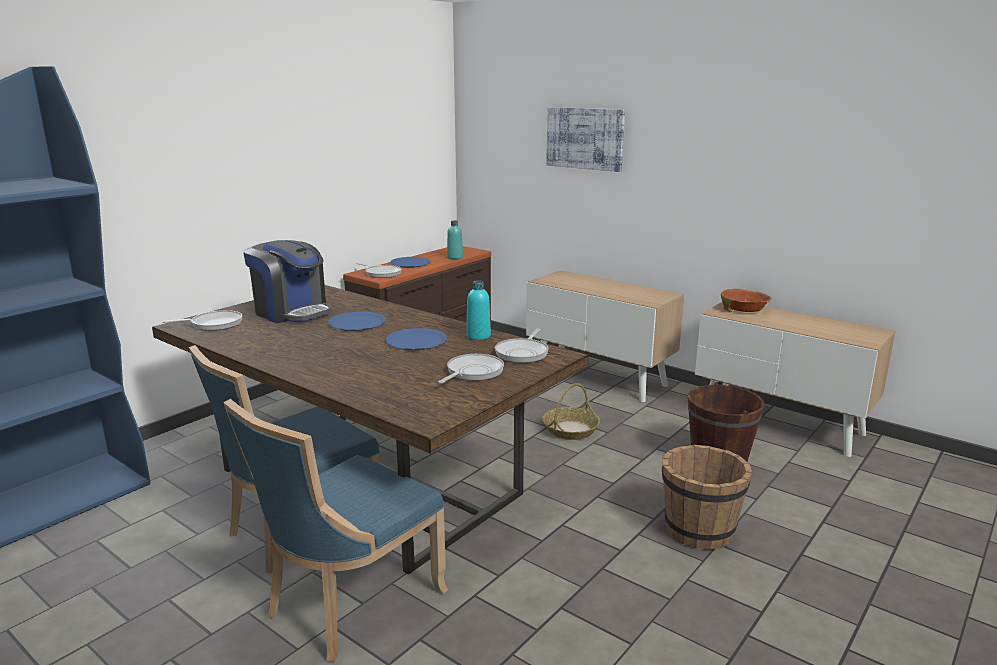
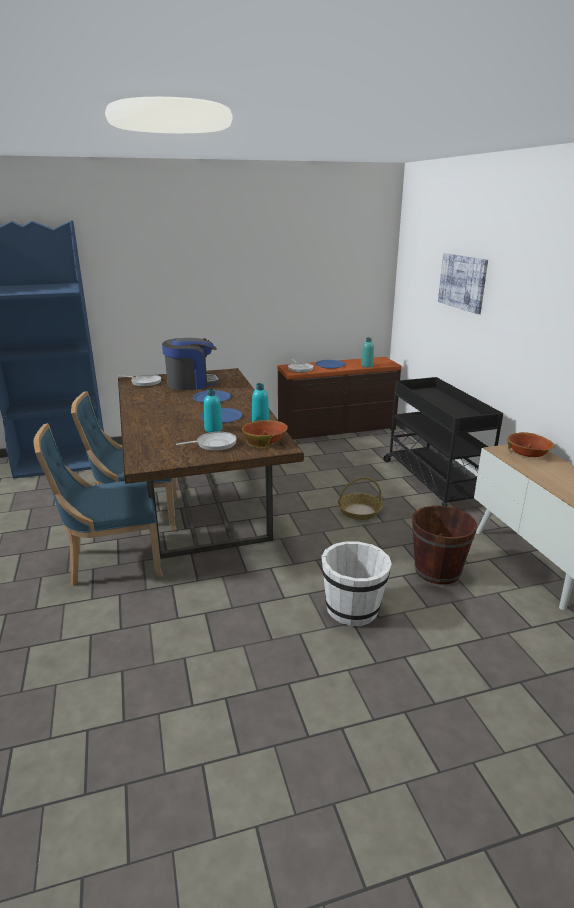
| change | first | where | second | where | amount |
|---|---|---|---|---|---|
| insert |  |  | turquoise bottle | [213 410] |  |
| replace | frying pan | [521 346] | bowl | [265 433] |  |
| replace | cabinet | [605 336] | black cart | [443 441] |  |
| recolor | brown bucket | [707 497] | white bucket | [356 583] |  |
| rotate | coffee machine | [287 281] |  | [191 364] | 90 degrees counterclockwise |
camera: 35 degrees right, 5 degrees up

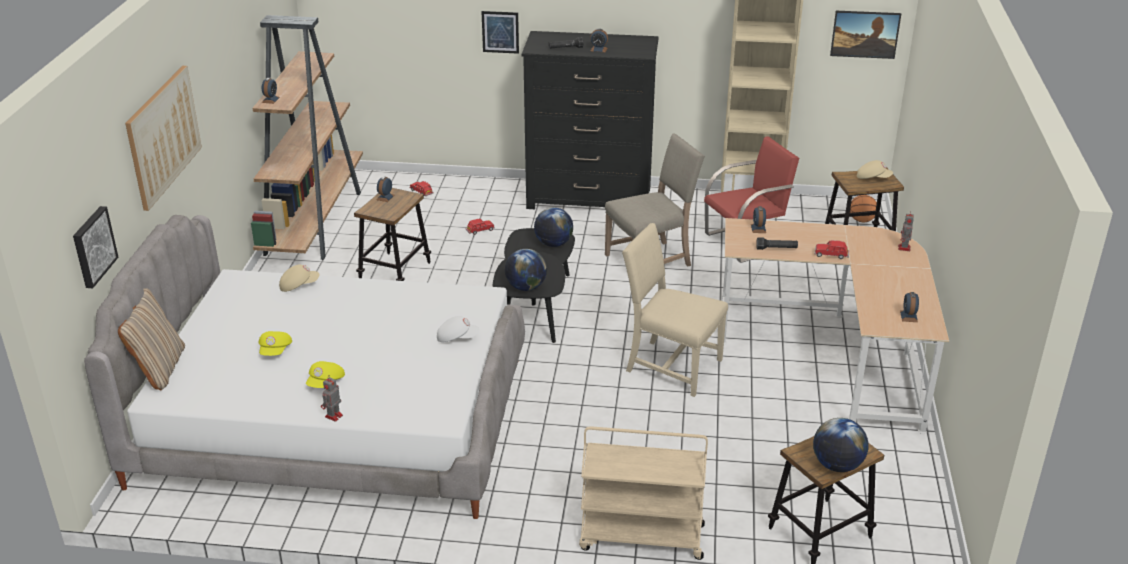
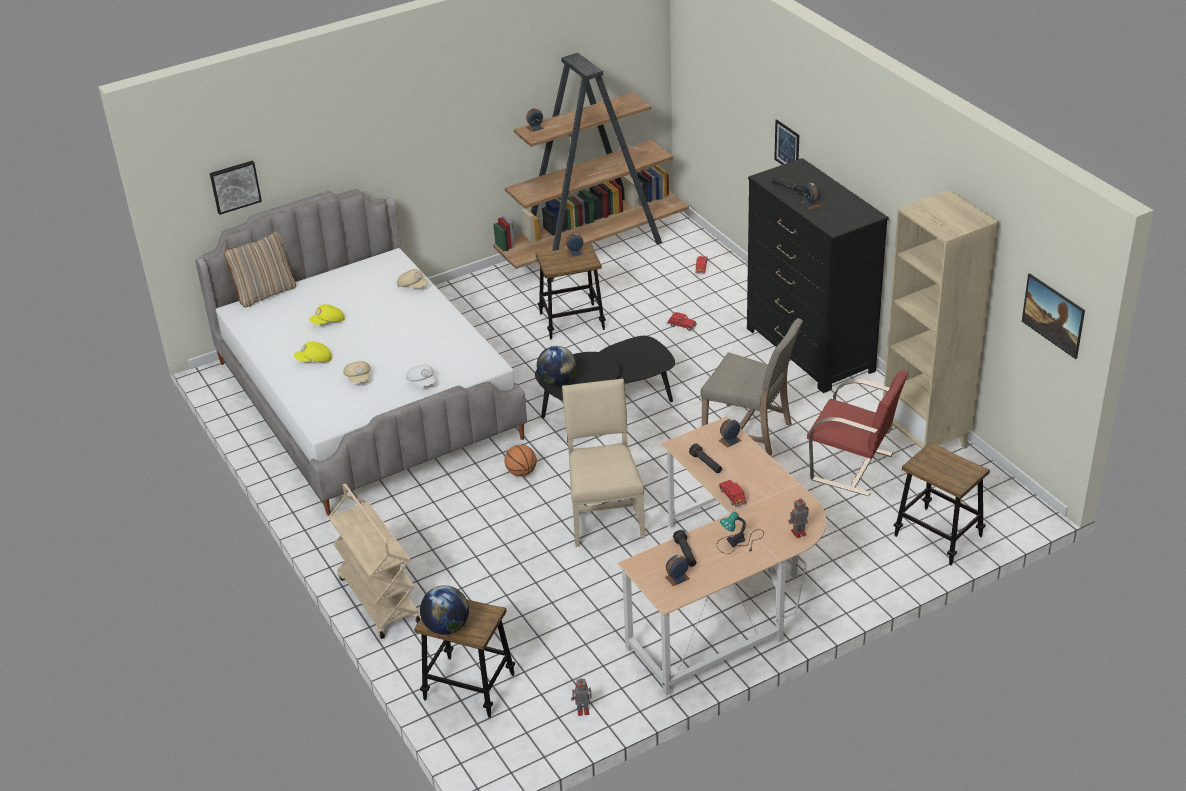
| change | first | where | second | where | amount |
|---|---|---|---|---|---|
| delete | picture | [163 138] |  |  |  |
| delete | globe | [553 227] |  |  |  |
| insert |  |  | black flashlight | [685 548] |  |
| insert |  |  | table lamp | [740 533] |  |
| move | toy robot | [332 398] |  | [581 697] |  |
| move | basketball | [863 208] |  | [520 460] |  |
| move | beige cap | [875 169] |  | [357 372] |  |
camera: 55 degrees right, 5 degrees up

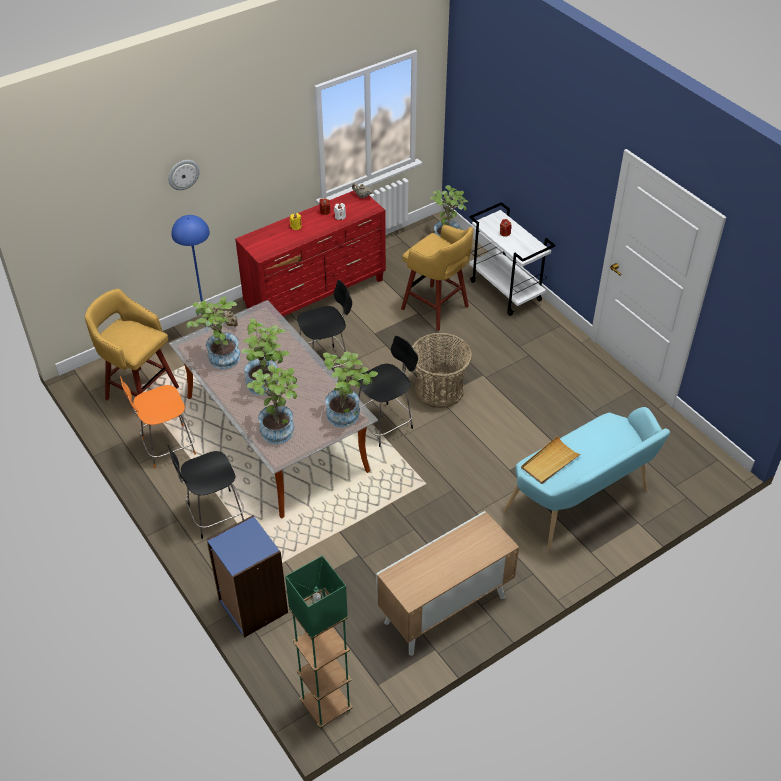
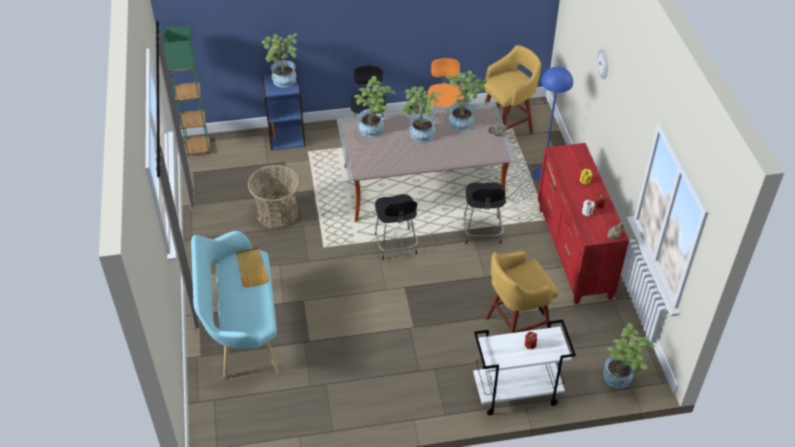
| change | first | where | second | where | amount |
|---|---|---|---|---|---|
| delete | cabinet | [447 583] |  |  |  |
| move | potted plant | [350 389] |  | [279 60] |  |
| move | basket | [442 370] |  | [273 196] |  |
camera: 115 degrees right, 0 degrees up

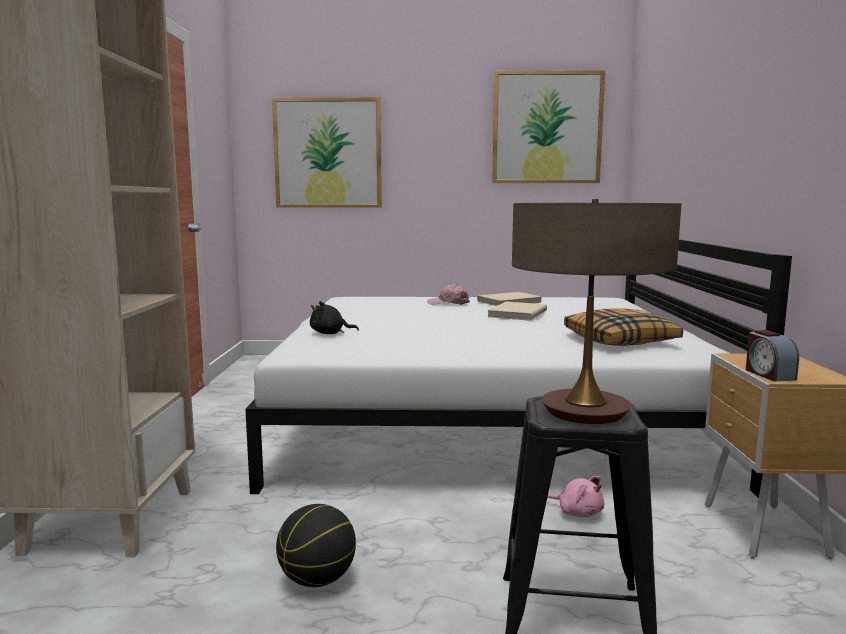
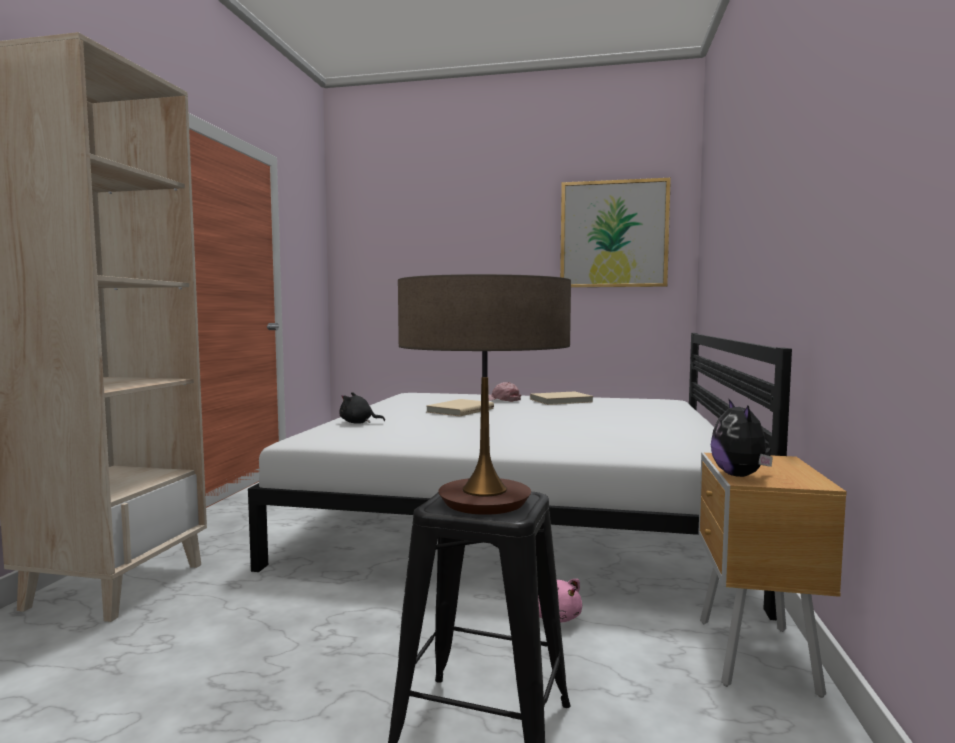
| change | first | where | second | where | amount |
|---|---|---|---|---|---|
| delete | picture | [327 152] |  |  |  |
| delete | basketball | [316 545] |  |  |  |
| delete | pillow | [623 327] |  |  |  |
| move | beige book | [517 311] |  | [460 408] |  |
| replace | alarm clock | [772 356] | plush toy | [742 438] |  |
camera: 10 degrees right, 5 degrees down

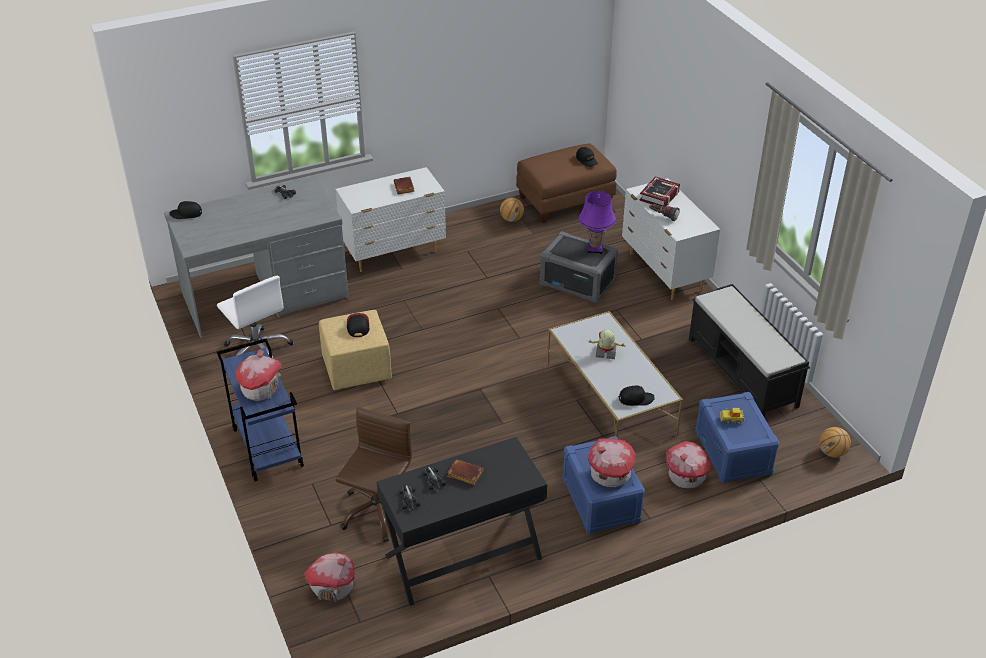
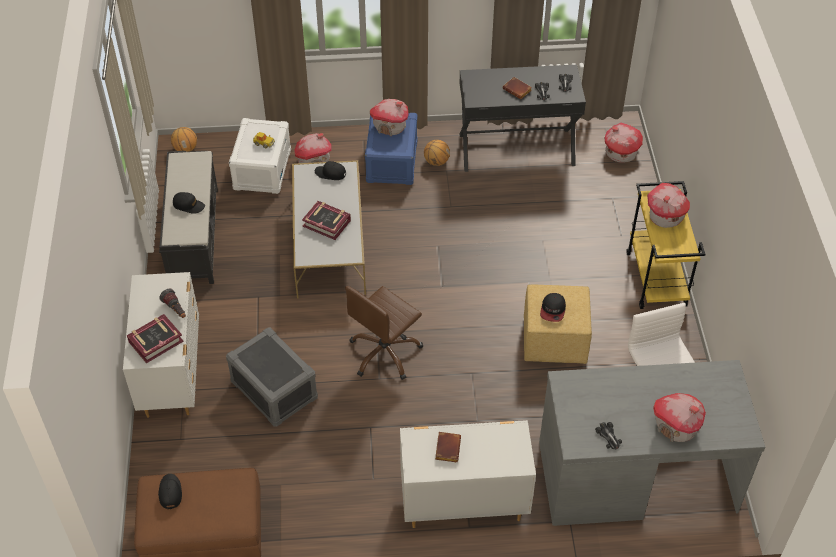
| change | first | where | second | where | amount |
|---|---|---|---|---|---|
| delete | purple table lamp | [597 222] |  |  |  |
| insert |  |  | toy house | [679 417] |  |
| move | black cap | [186 210] |  | [189 203] |  |
| move | brown office chair | [374 475] |  | [384 333] |  |
| move | basketball | [512 210] |  | [437 153] |  |
| replace | toy robot | [606 344] | book | [326 220] |  |
| recolor | blue cart | [260 410] | yellow cart | [665 245] |  |
| recolor | blue storage box | [737 437] | white storage box | [260 156] |  |
camera: 160 degrees left, 10 degrees up

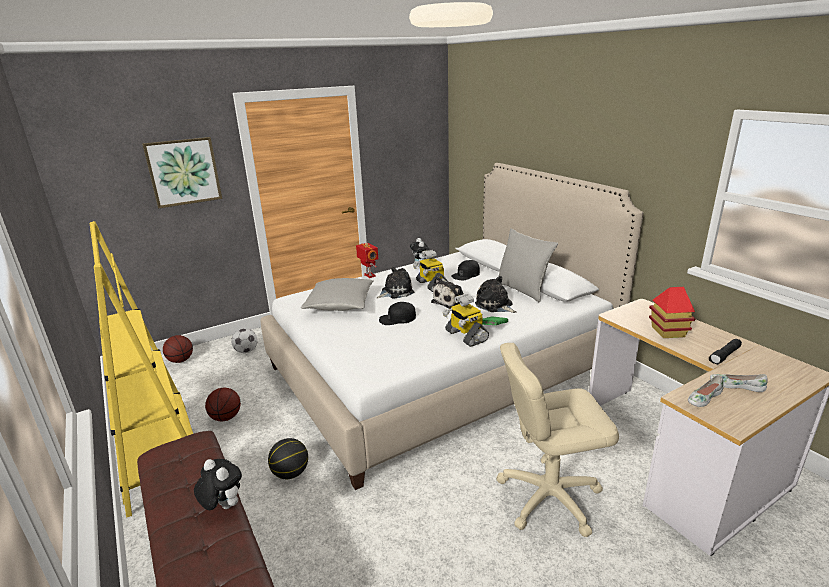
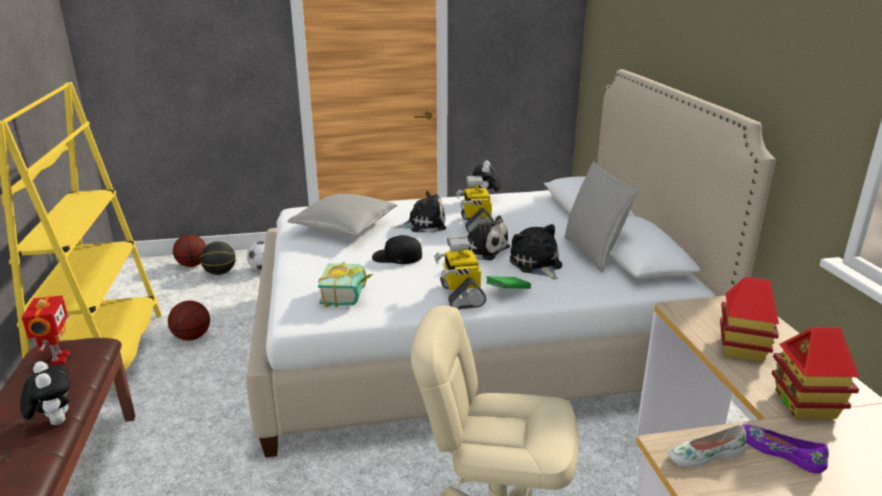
| change | first | where | second | where | amount |
|---|---|---|---|---|---|
| delete | picture | [182 172] |  |  |  |
| delete | black cap | [465 270] |  |  |  |
| insert |  |  | book | [345 285] |  |
| move | basketball | [288 458] |  | [218 258] |  |
| move | toy robot | [367 260] |  | [45 330] |  |
| replace | black flashlight | [725 351] | toy house | [815 373] |  |
| recolor | white shoe | [739 383] | purple shoe | [785 449] |  |
| rotate | plush toy | [447 293] |  | [487 237] | 120 degrees counterclockwise |
camera: 20 degrees right, 0 degrees up

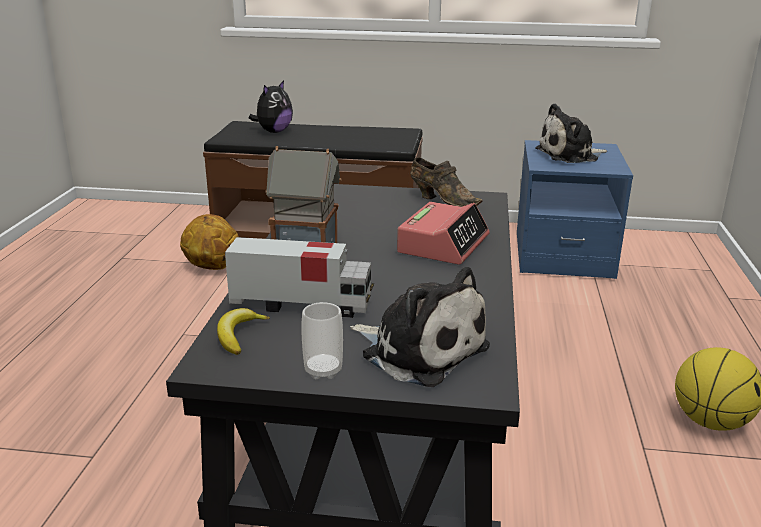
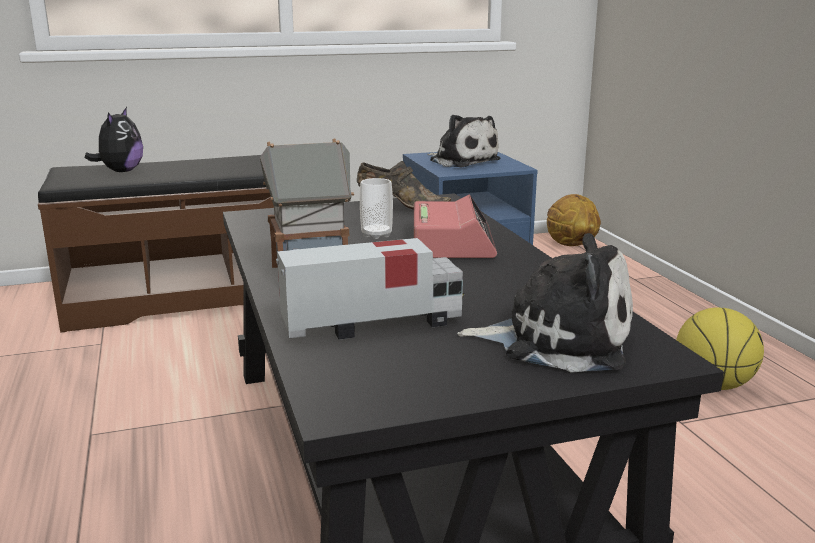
| change | first | where | second | where | amount |
|---|---|---|---|---|---|
| delete | banana | [243 331] |  |  |  |
| move | basketball | [209 242] |  | [574 220] |  |
| move | cup | [322 340] |  | [376 208] |  |
| rotate | plush toy | [571 133] |  | [463 140] | 90 degrees counterclockwise |
camera: 25 degrees left, 5 degrees down

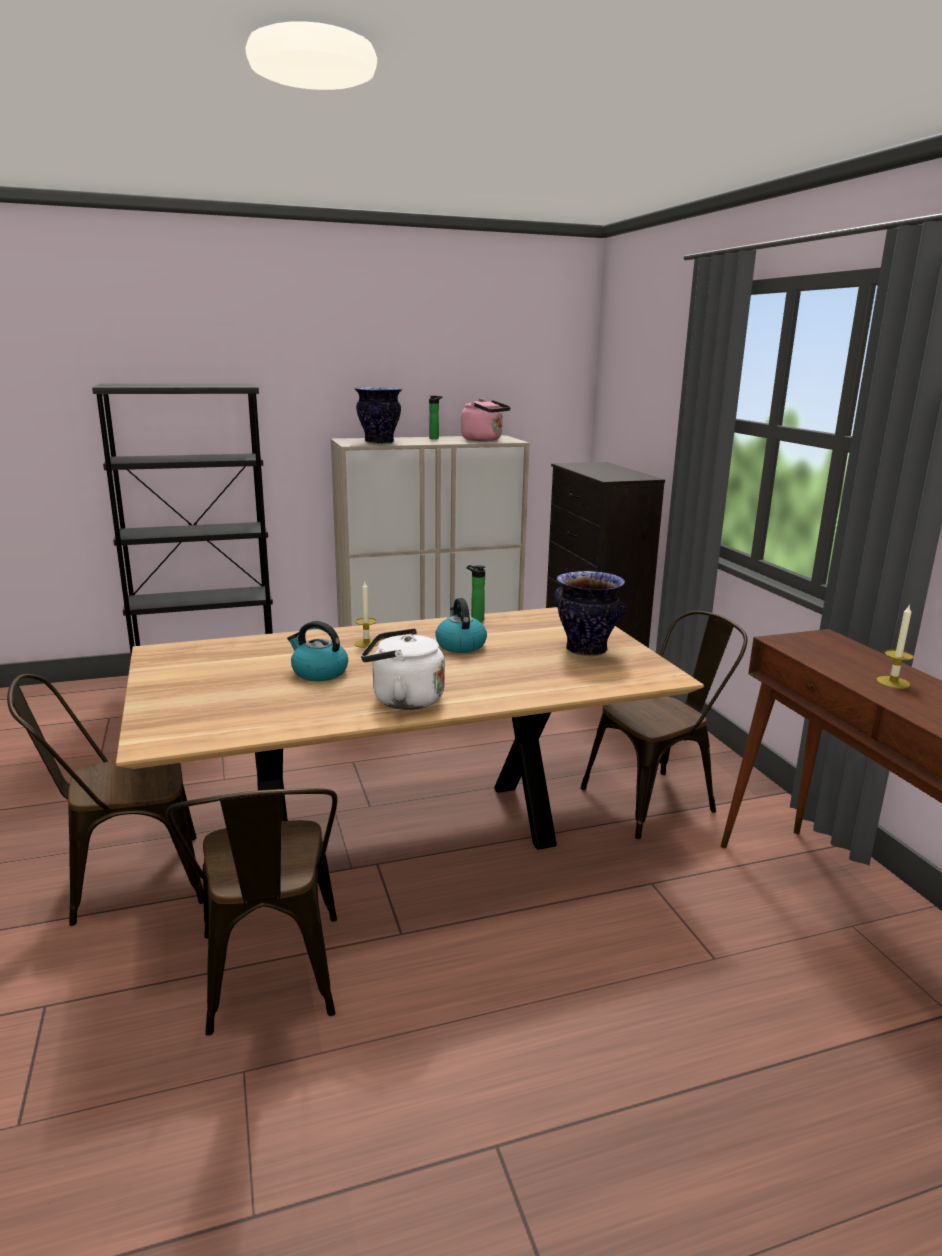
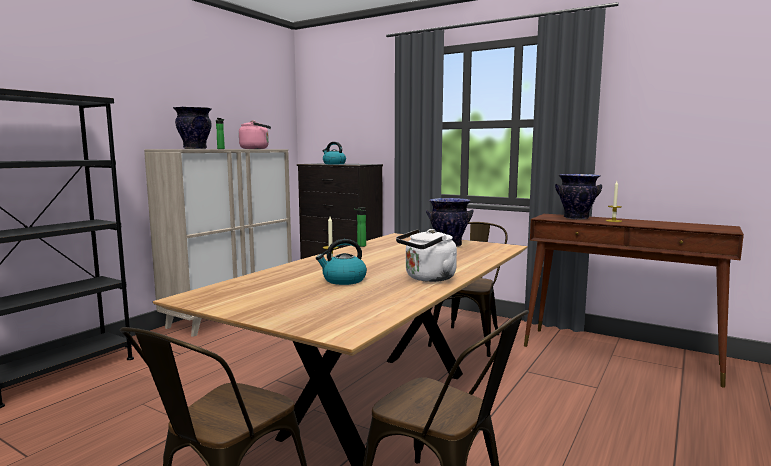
| change | first | where | second | where | amount |
|---|---|---|---|---|---|
| insert |  |  | vase | [578 197] |  |
| move | kettle | [461 625] |  | [334 153] |  |
camera: 40 degrees left, 10 degrees down

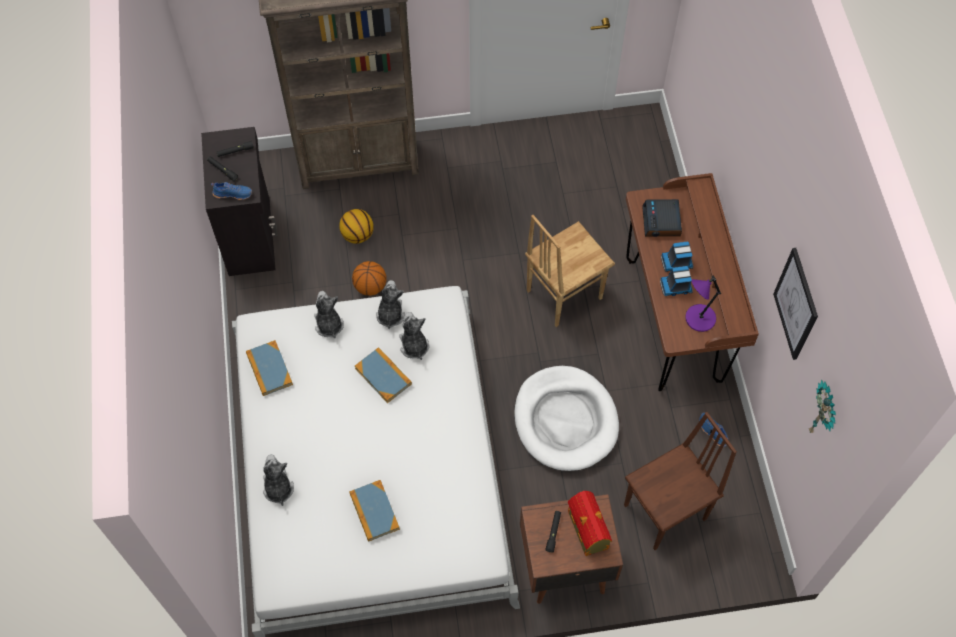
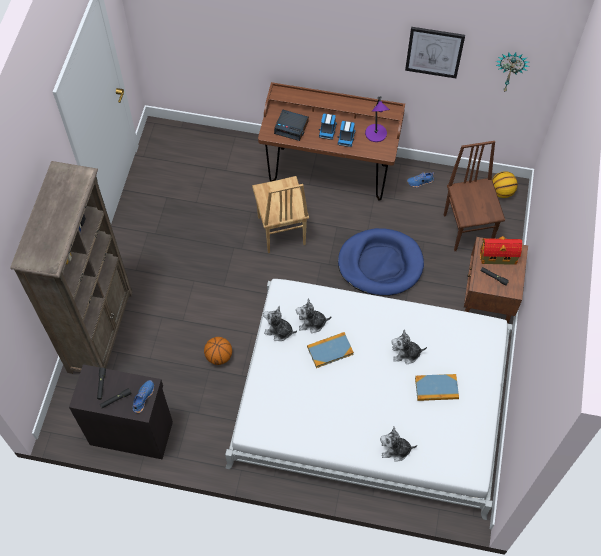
| change | first | where | second | where | amount |
|---|---|---|---|---|---|
| delete | book | [269 368] |  |  |  |
| move | plush toy | [329 314] |  | [409 346] |  |
| move | basketball | [356 226] |  | [505 184] |  |
| recolor | white dog bed | [566 418] | blue dog bed | [381 262] |  |
camera: 70 degrees left, 0 degrees up

